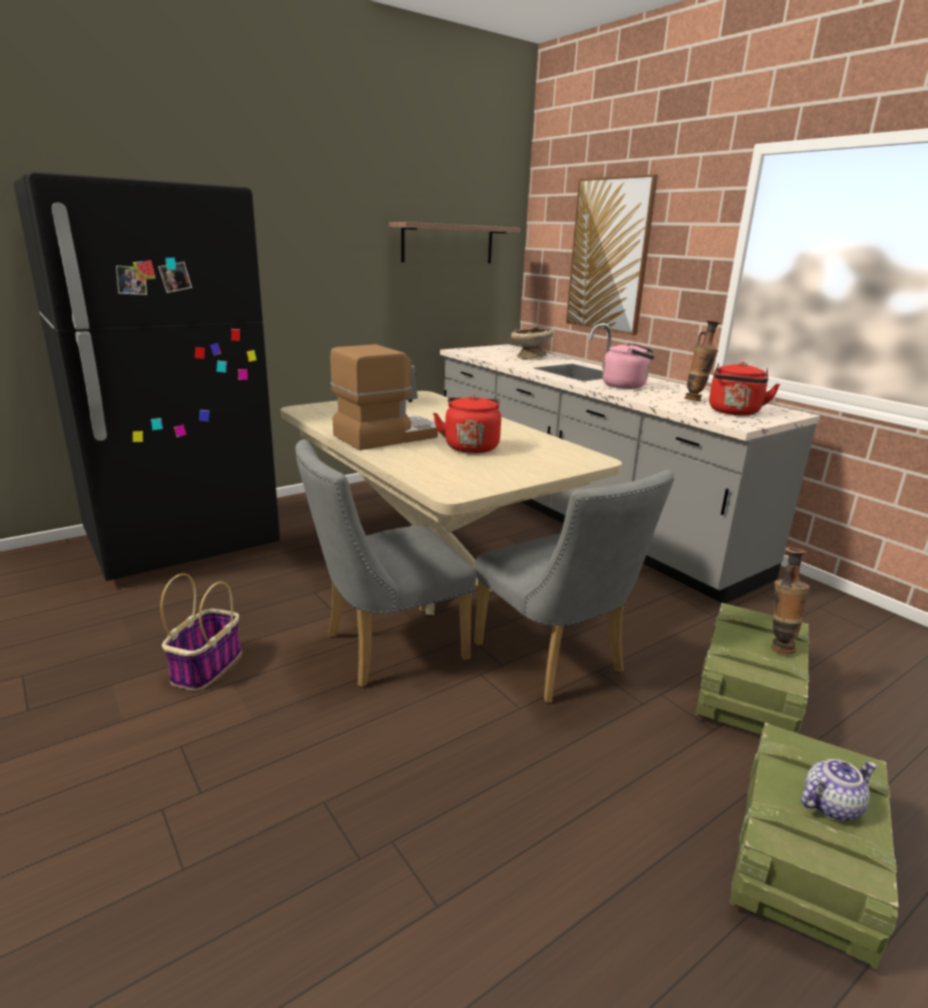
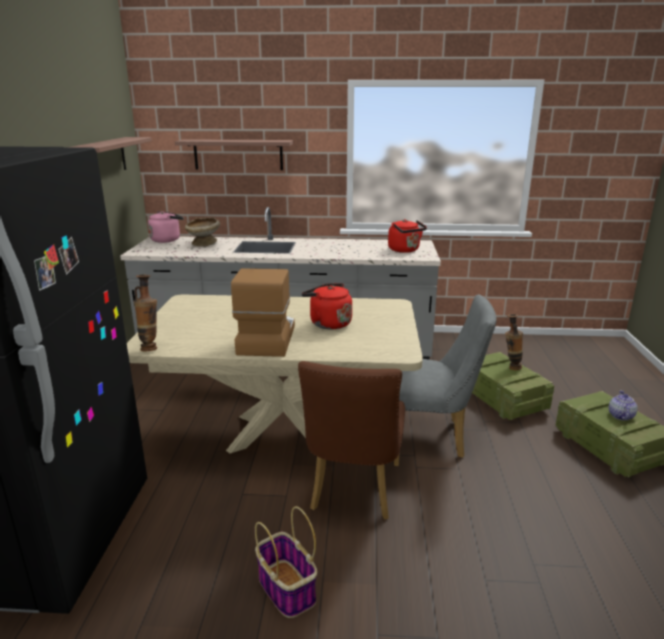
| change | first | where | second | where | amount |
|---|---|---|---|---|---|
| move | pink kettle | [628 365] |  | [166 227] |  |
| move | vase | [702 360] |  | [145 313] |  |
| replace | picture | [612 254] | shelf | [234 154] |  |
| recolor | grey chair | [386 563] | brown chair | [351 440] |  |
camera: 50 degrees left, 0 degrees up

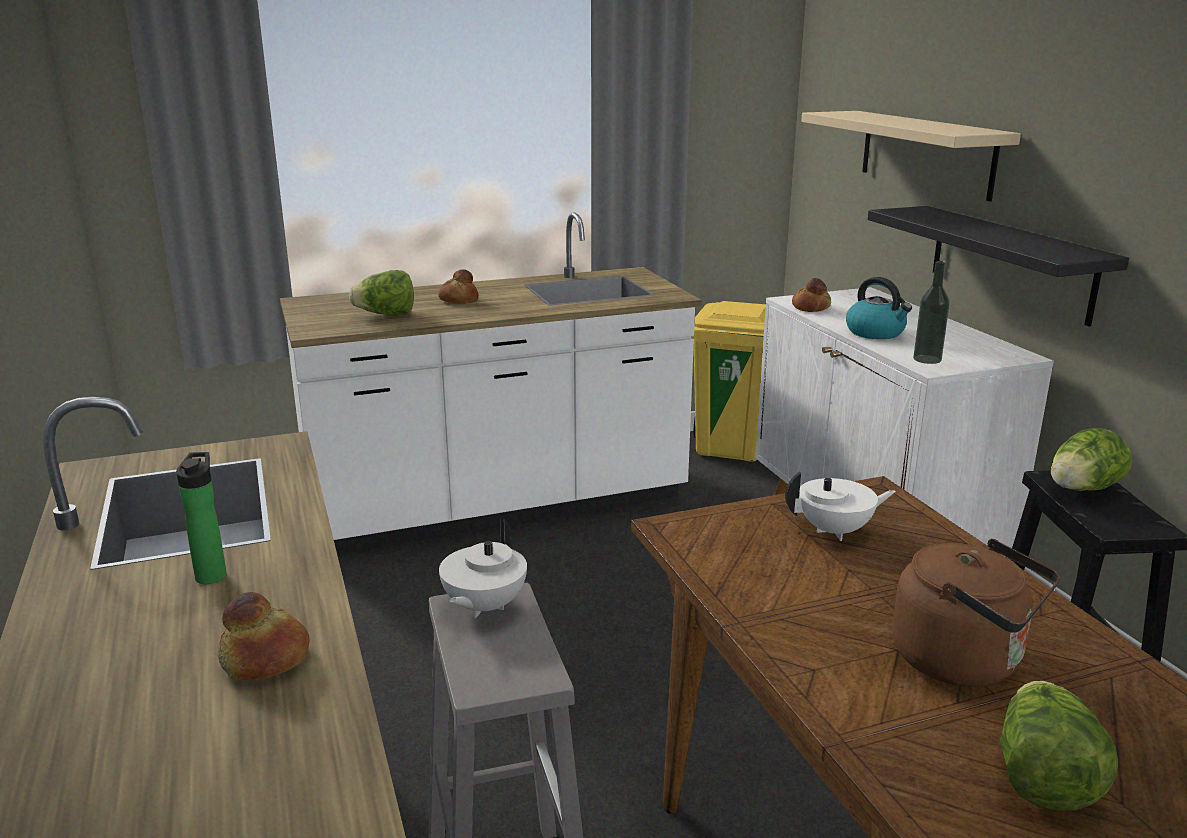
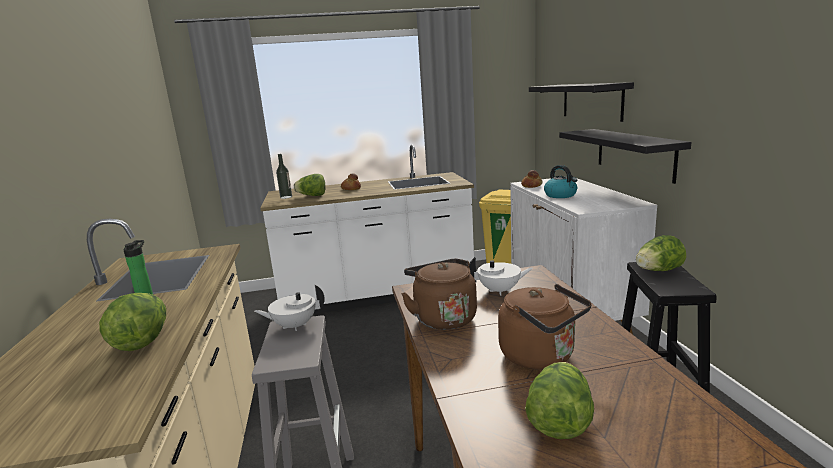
| change | first | where | second | where | amount |
|---|---|---|---|---|---|
| insert |  |  | brown kettle | [439 294] |  |
| move | bottle | [931 312] |  | [284 176] |  |
| replace | bread | [263 636] | lettuce | [132 322] |  |
| recolor | beige shelf | [911 156] | black shelf | [581 102] |  |
| rotate | white teapot | [483 568] |  | [289 308] | 45 degrees clockwise |
camera: 10 degrees right, 5 degrees down

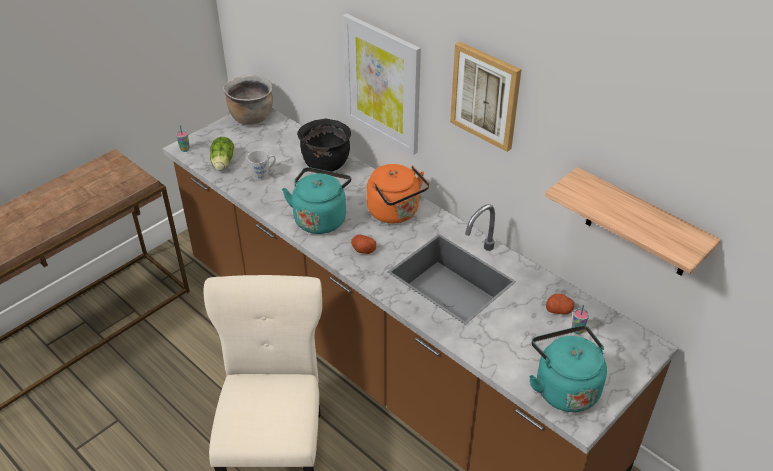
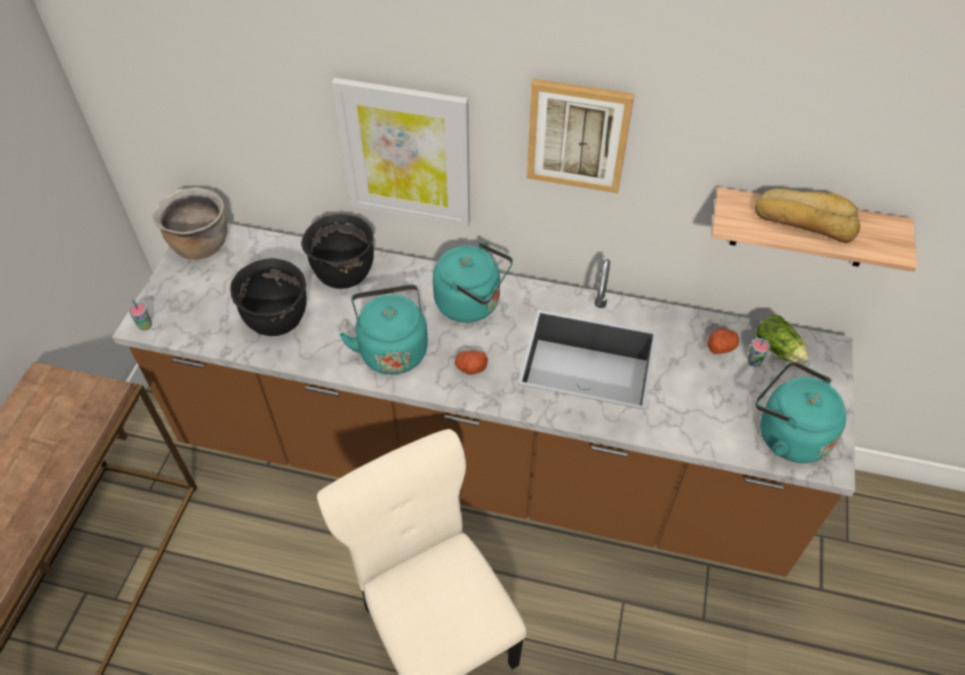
| change | first | where | second | where | amount |
|---|---|---|---|---|---|
| insert |  |  | bread | [807 216] |  |
| move | lettuce | [222 153] |  | [782 340] |  |
| replace | grey mug | [261 165] | black cooking pot | [268 297] |  |
| recolor | orange kettle | [398 193] | turquoise kettle | [473 282] |  |
camera: 30 degrees left, 10 degrees up

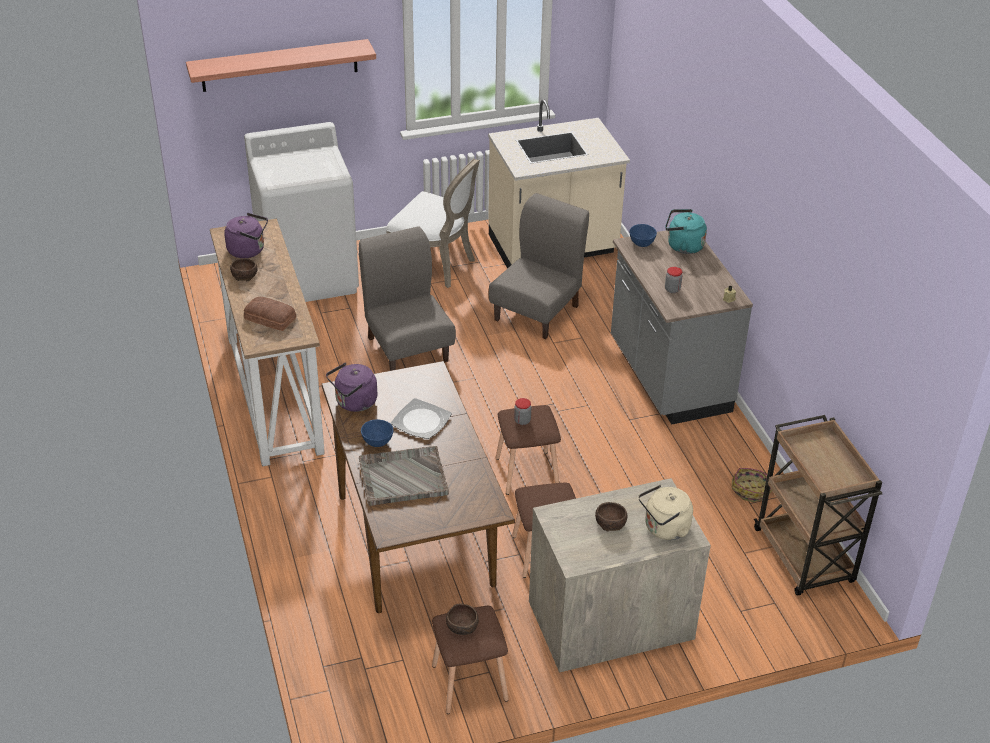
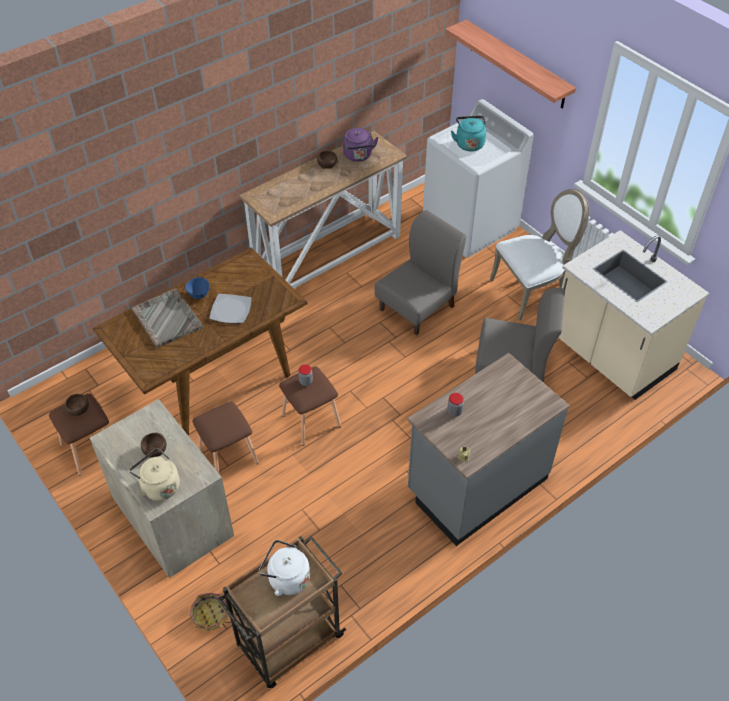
| change | first | where | second | where | amount |
|---|---|---|---|---|---|
| delete | bread | [270 314] |  |  |  |
| delete | purple kettle | [351 387] |  |  |  |
| delete | blue bowl | [643 235] |  |  |  |
| insert |  |  | white kettle | [284 568] |  |
| move | turquoise kettle | [686 231] |  | [468 133] |  |
| move | basket | [752 485] |  | [210 612] |  |
| rotate | white chair | [433 223] |  | [539 255] | 120 degrees counterclockwise |
camera: 70 degrees right, 10 degrees up

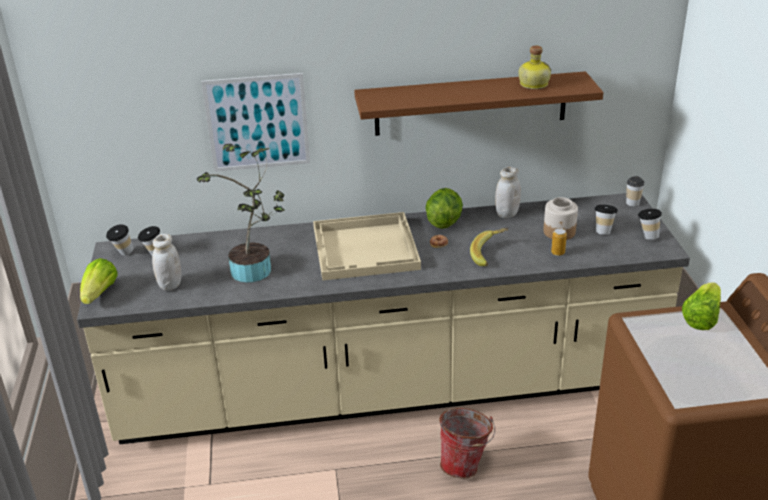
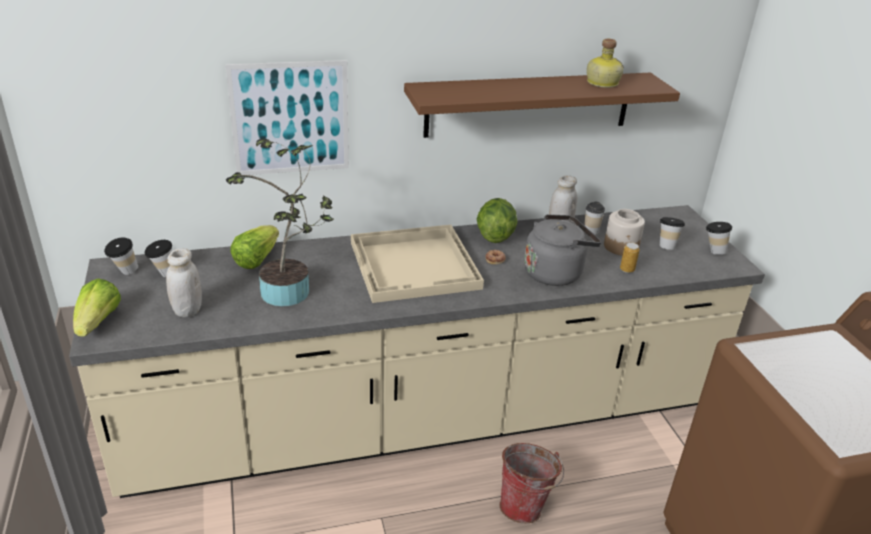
| change | first | where | second | where | amount |
|---|---|---|---|---|---|
| move | cup | [635 191] |  | [595 218] |  |
| move | lettuce | [701 306] |  | [254 247] |  |
| replace | banana | [489 247] | grey kettle | [562 250] |  |
camera: 10 degrees left, 0 degrees up

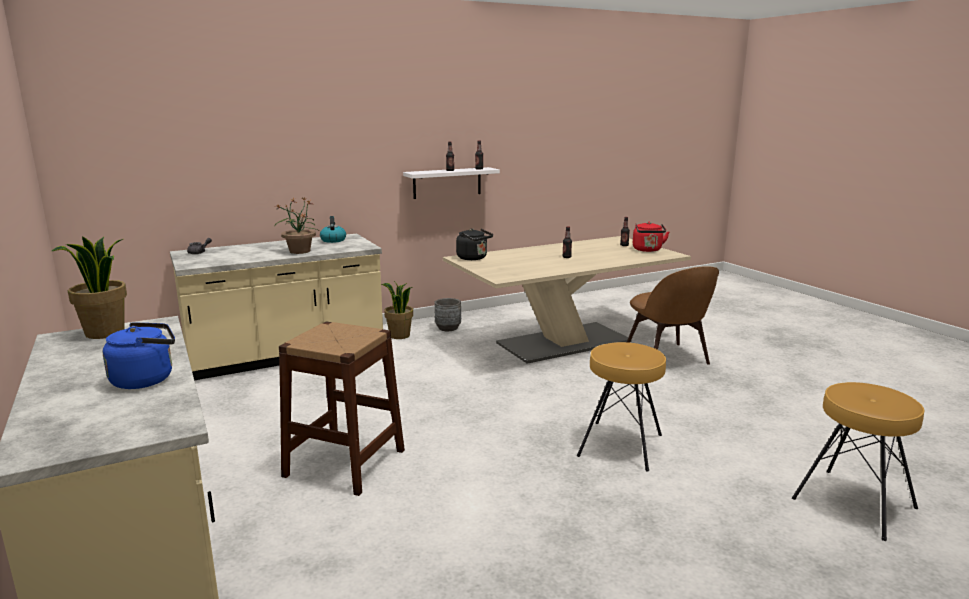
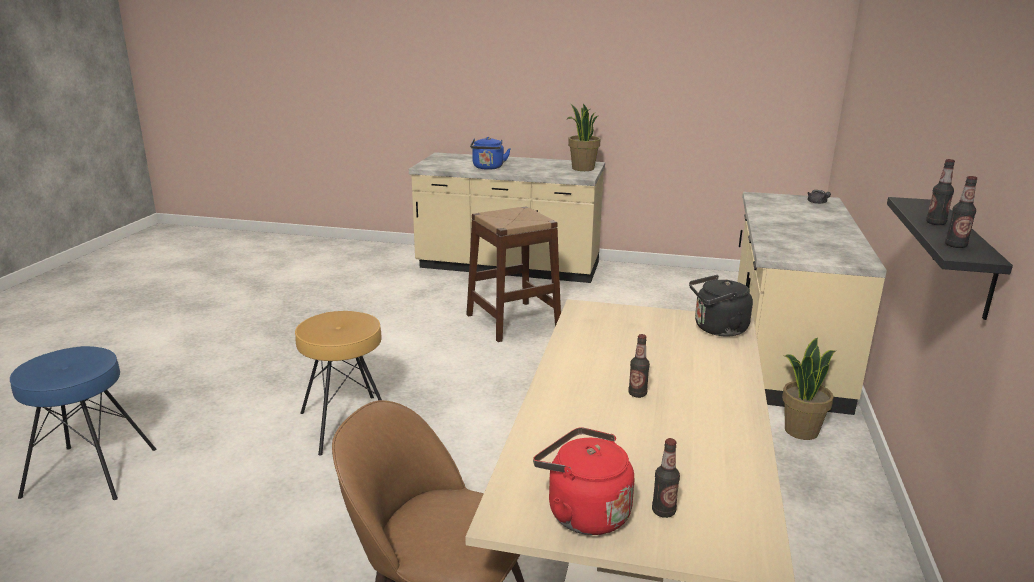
| change | first | where | second | where | amount |
|---|---|---|---|---|---|
| delete | potted plant | [296 225] |  |  |  |
| delete | kettle | [333 229] |  |  |  |
| delete | grey planter | [447 314] |  |  |  |
| recolor | white shelf | [451 183] | black shelf | [950 258] |  |
| recolor | brown stool | [858 461] | blue stool | [83 423] |  |
camera: 130 degrees right, 5 degrees up

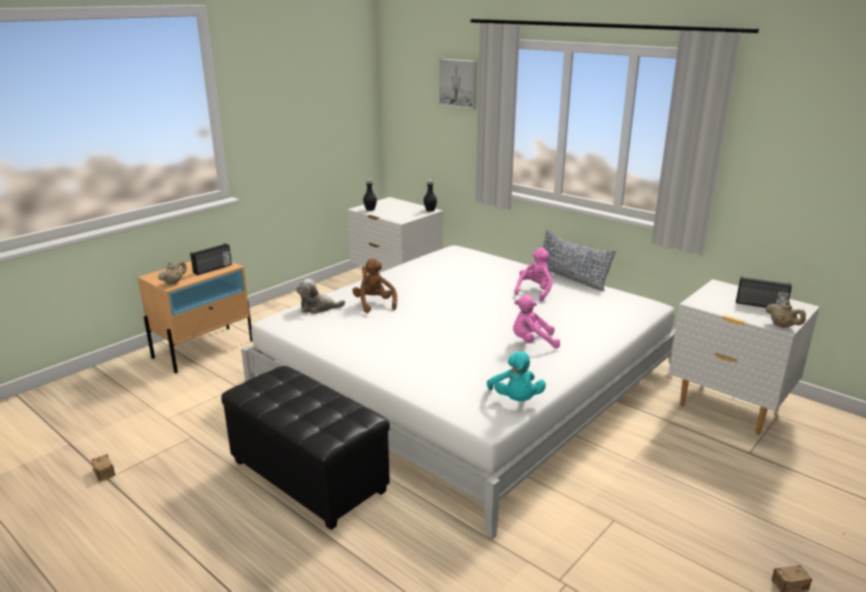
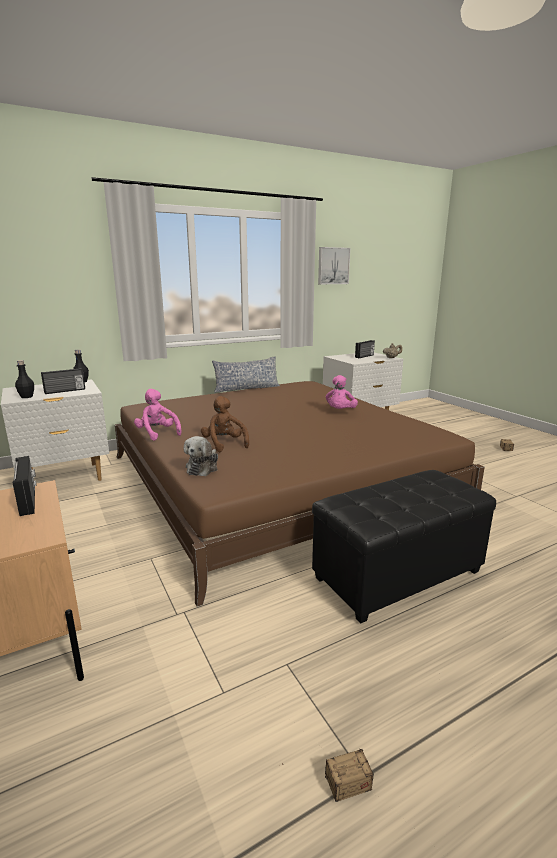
| change | first | where | second | where | amount |
|---|---|---|---|---|---|
| delete | beige teapot | [172 273] |  |  |  |
| delete | turquoise plush toy | [516 376] |  |  |  |
| insert |  |  | radio | [63 381] |  |
| move | picture | [458 84] |  | [334 265] |  |
| move | pink plush toy | [533 274] |  | [158 415] |  |
| recolor | white bed | [458 392] | brown bed | [300 494] |  |
| rotate | brown plush toy | [375 285] |  | [225 424] | 60 degrees clockwise |
camera: 70 degrees left, 5 degrees down

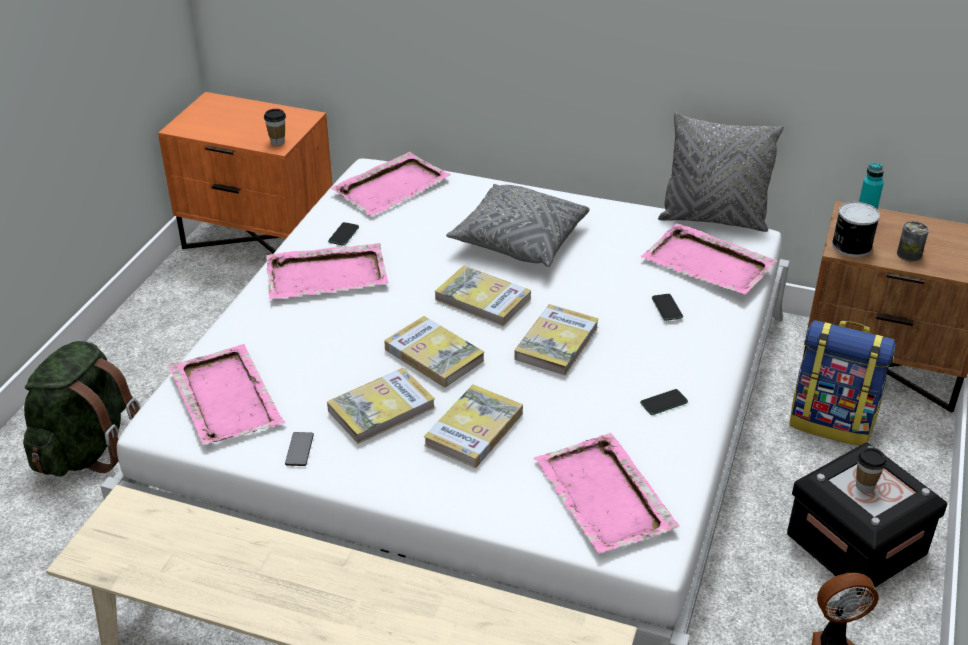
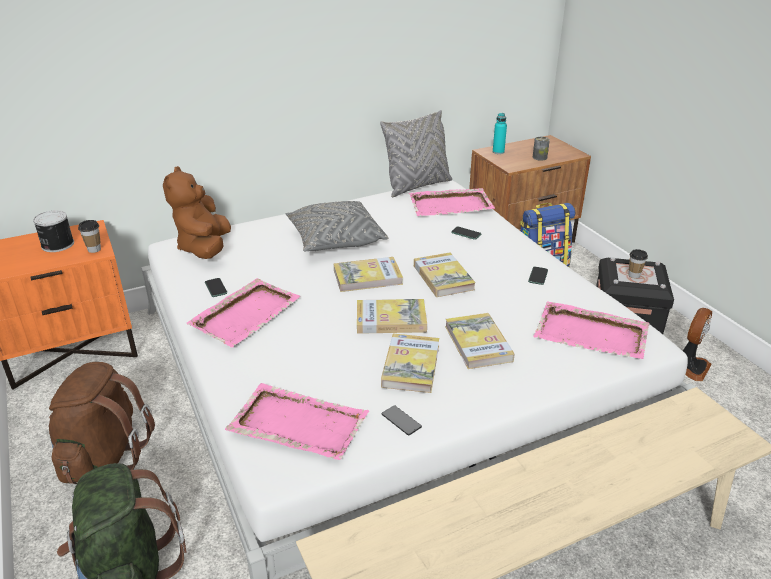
| change | first | where | second | where | amount |
|---|---|---|---|---|---|
| insert |  |  | brown backpack | [102 423] |  |
| move | can | [856 229] |  | [53 231] |  |
| replace | pink tray | [390 184] | brown plush toy | [197 212] |  |
camera: 45 degrees left, 5 degrees down

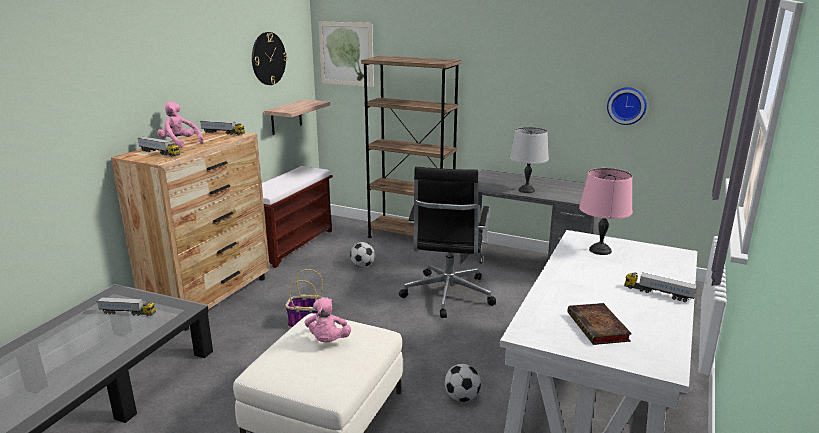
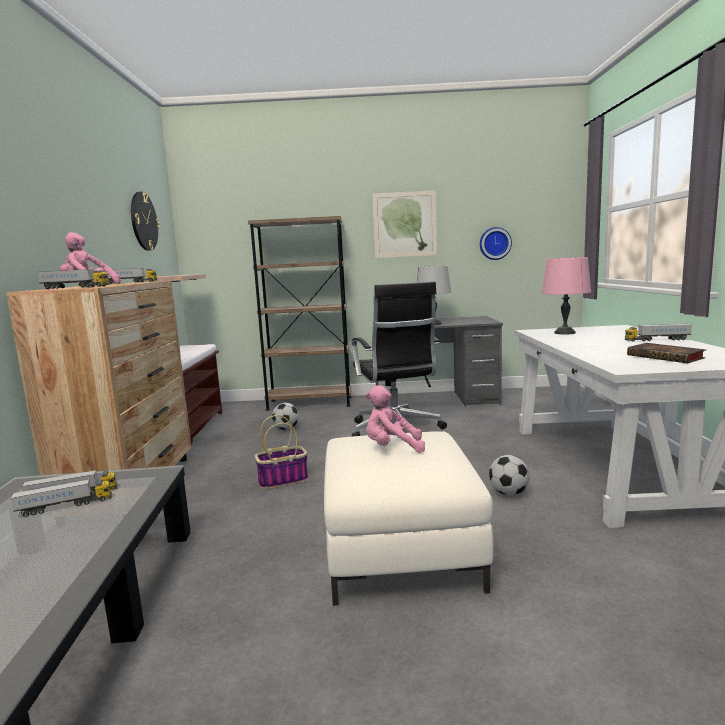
| change | first | where | second | where | amount |
|---|---|---|---|---|---|
| insert |  |  | toy truck | [61 498] |  |
| move | picture | [346 54] |  | [404 224] |  |
| rotate | pink plush toy | [328 320] |  | [395 419] | 120 degrees clockwise |
camera: 25 degrees left, 10 degrees down

